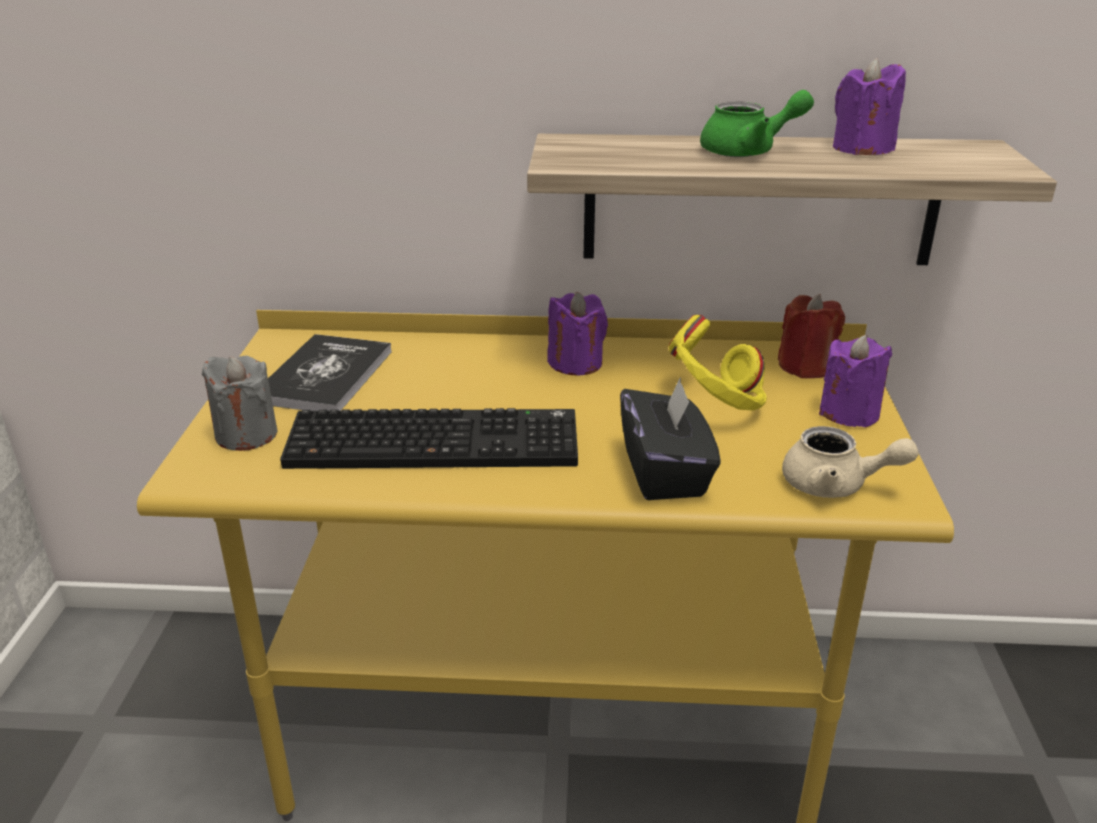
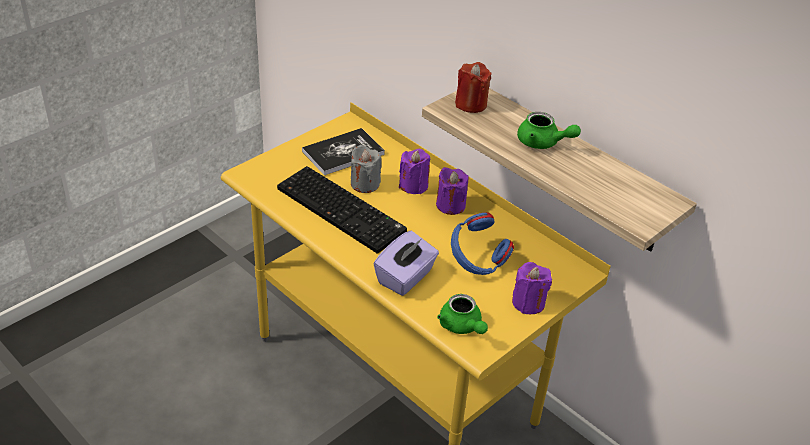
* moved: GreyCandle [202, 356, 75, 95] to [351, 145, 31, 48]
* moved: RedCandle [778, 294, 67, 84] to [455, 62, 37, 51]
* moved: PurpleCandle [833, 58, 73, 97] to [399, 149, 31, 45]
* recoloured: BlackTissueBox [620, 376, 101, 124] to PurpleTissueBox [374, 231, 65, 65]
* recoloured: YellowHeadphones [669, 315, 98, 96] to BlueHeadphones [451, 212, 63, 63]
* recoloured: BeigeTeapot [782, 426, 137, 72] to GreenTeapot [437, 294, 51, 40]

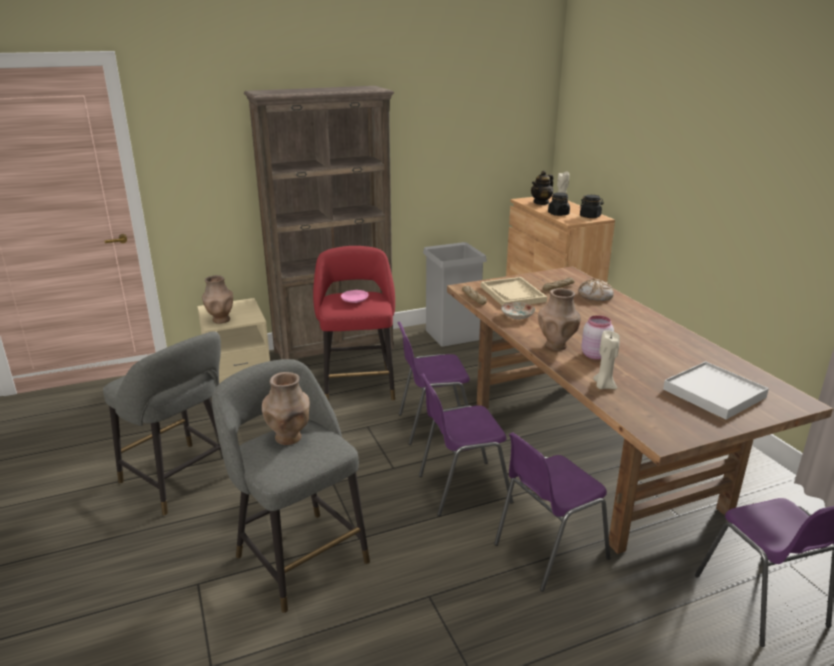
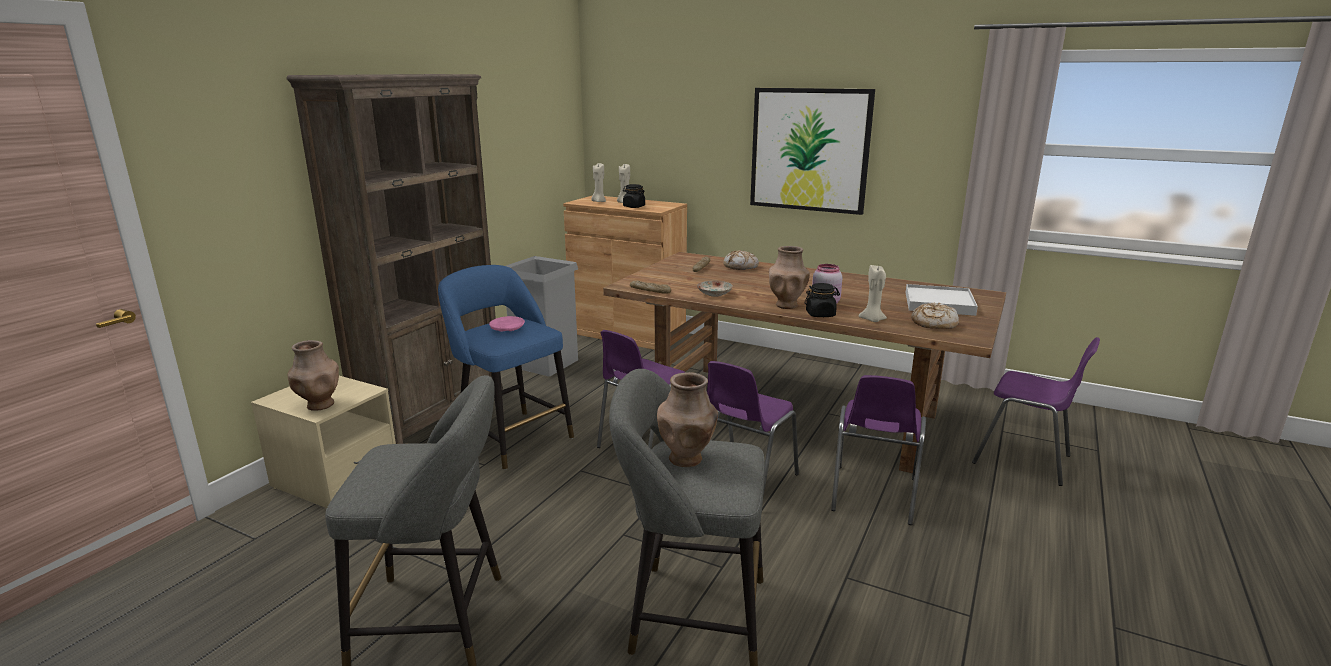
* removed: BeigeTray [481, 277, 66, 28]
* added: Picture [750, 88, 125, 127]
* added: Bread [911, 303, 48, 26]
* moved: BlackJar [580, 195, 24, 23] to [805, 283, 35, 34]
* replaced: Teapot [531, 171, 22, 34] to BeigeCandle [591, 163, 15, 39]
* recoloured: RedStool [313, 246, 82, 155] to BlueStool [438, 265, 136, 205]

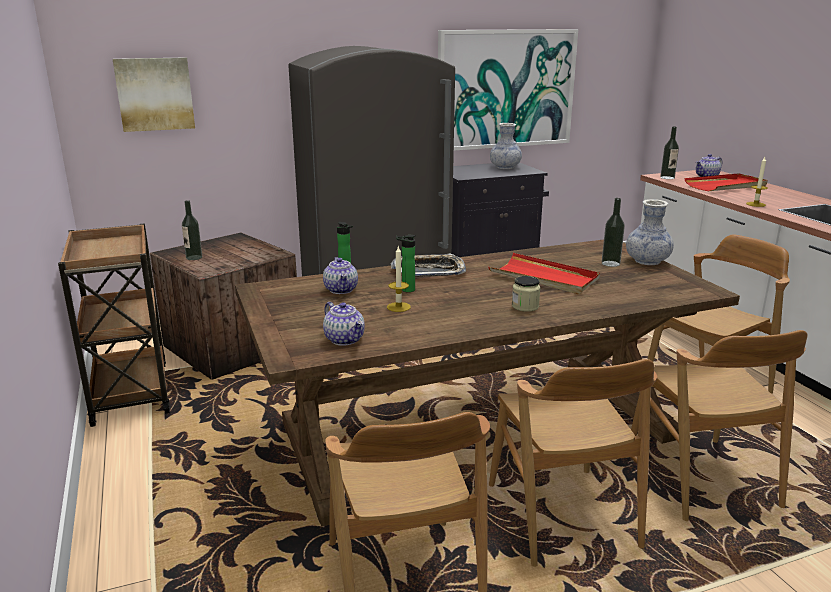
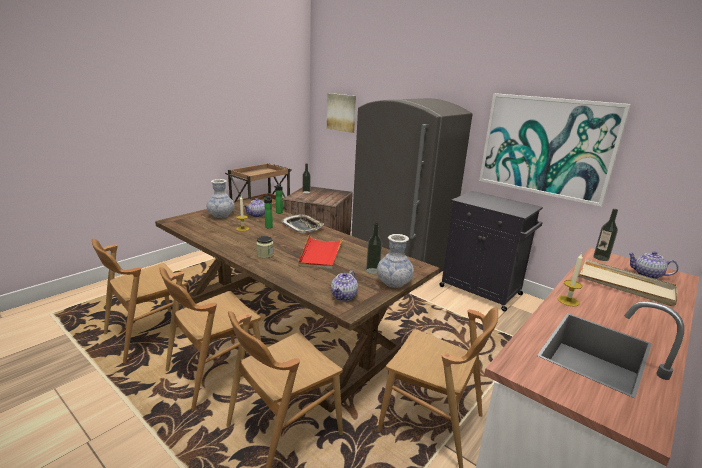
* moved: Teapot [323, 302, 42, 44] to [331, 270, 27, 31]
* moved: Vase [490, 123, 32, 46] to [207, 179, 27, 39]
* recoloured: RedTray [684, 173, 84, 18] to BeigeTray [578, 259, 99, 47]

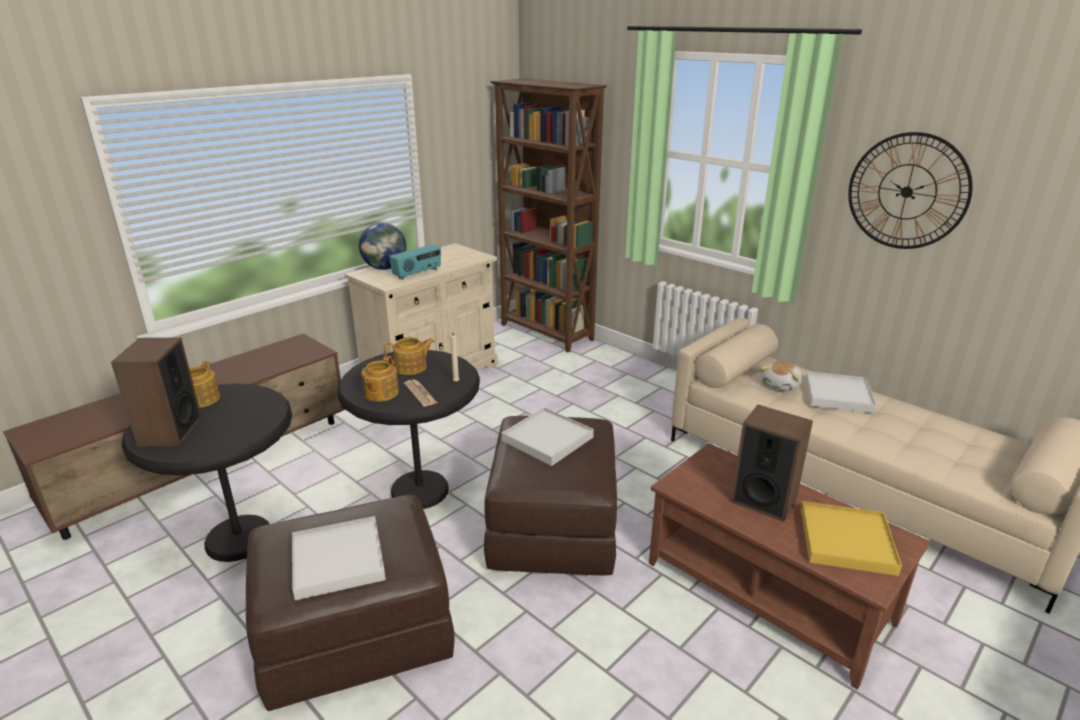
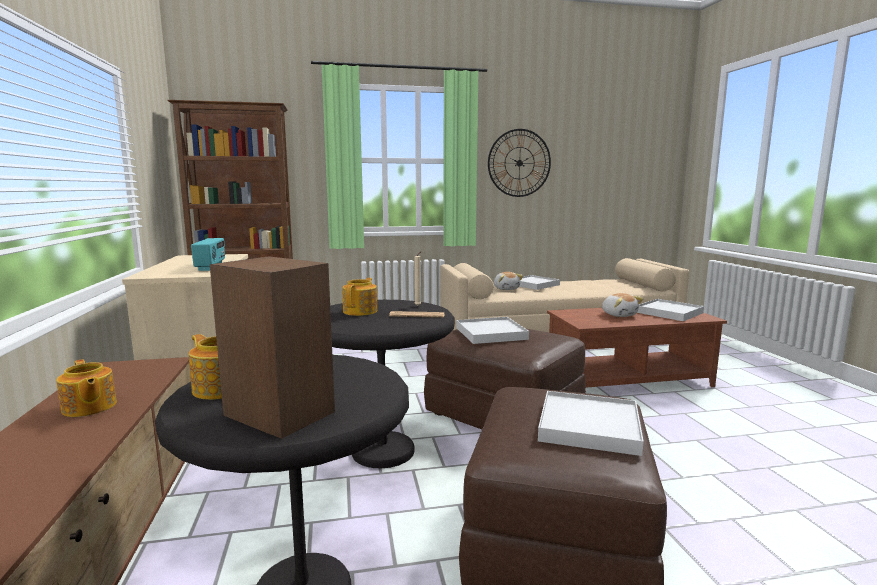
* removed: Globe [359, 223, 47, 47]
* moved: Teapot [361, 356, 38, 45] to [56, 359, 61, 58]
* replaced: Speaker [731, 405, 82, 117] to PlushToy [602, 293, 41, 24]
* recoloured: YellowTray [801, 501, 101, 75] to WhiteTray [637, 299, 67, 22]

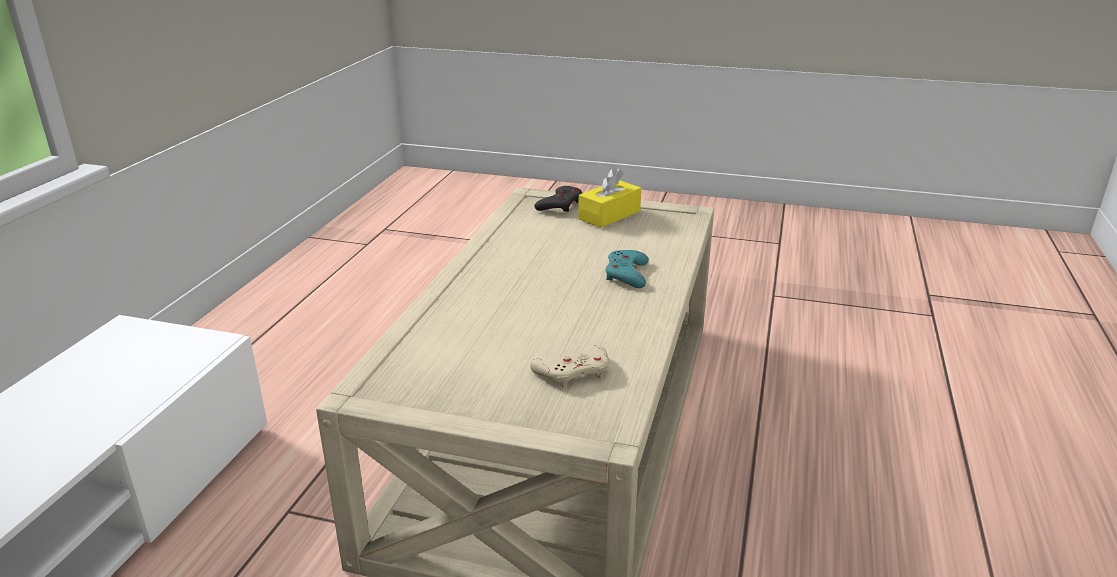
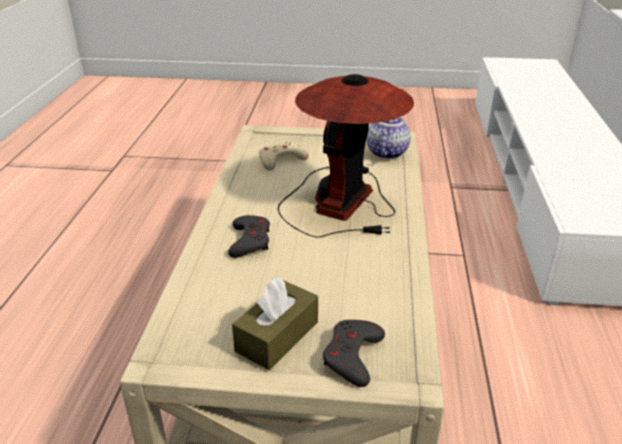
* added: TableLamp [278, 74, 136, 164]
* added: Teapot [366, 117, 45, 42]
* recoloured: YellowTissueBox [578, 167, 63, 61] to BrownTissueBox [232, 277, 86, 93]
* recoloured: TurquoiseGameController [606, 250, 43, 38] to GreyGameController [228, 215, 42, 43]

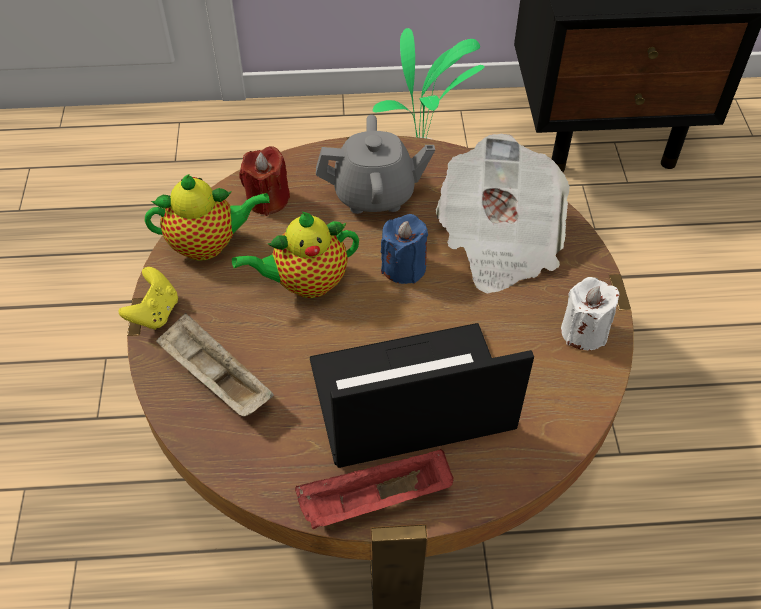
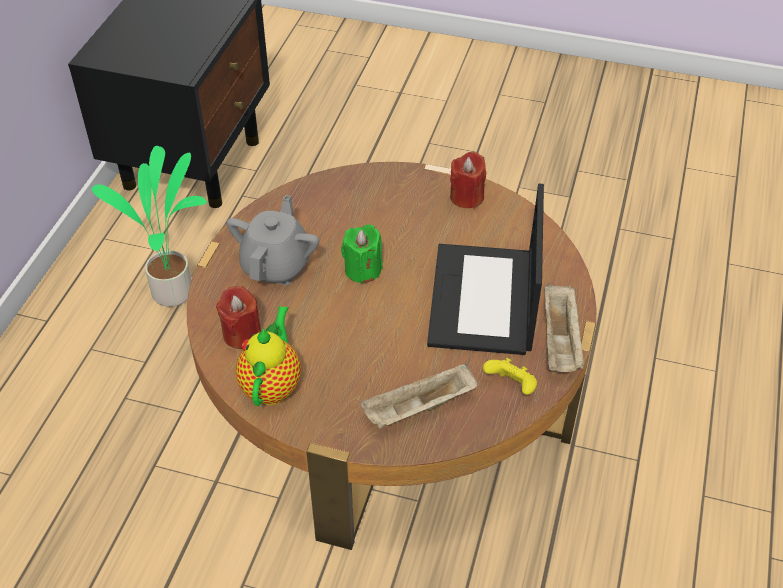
* removed: Teapot [232, 212, 127, 86]
* removed: Newspaper [435, 134, 135, 160]
* moved: YellowGameController [119, 267, 59, 63] to [483, 358, 54, 37]
* recoloured: RedTray [295, 449, 158, 80] to BeigeTray [545, 284, 40, 88]
* recoloured: BlueCandle [381, 214, 47, 70] to GreenCandle [341, 224, 42, 60]
* recoloured: WhiteCandle [561, 277, 58, 74] to RedCandle [450, 152, 36, 57]

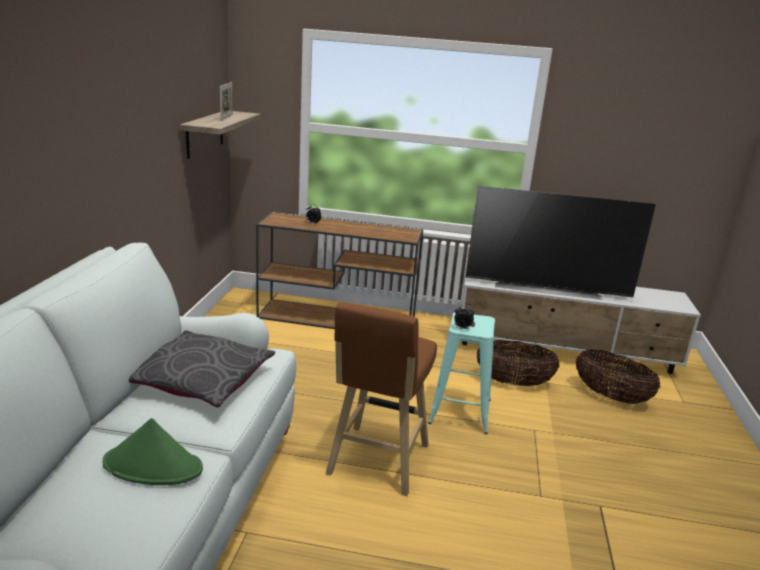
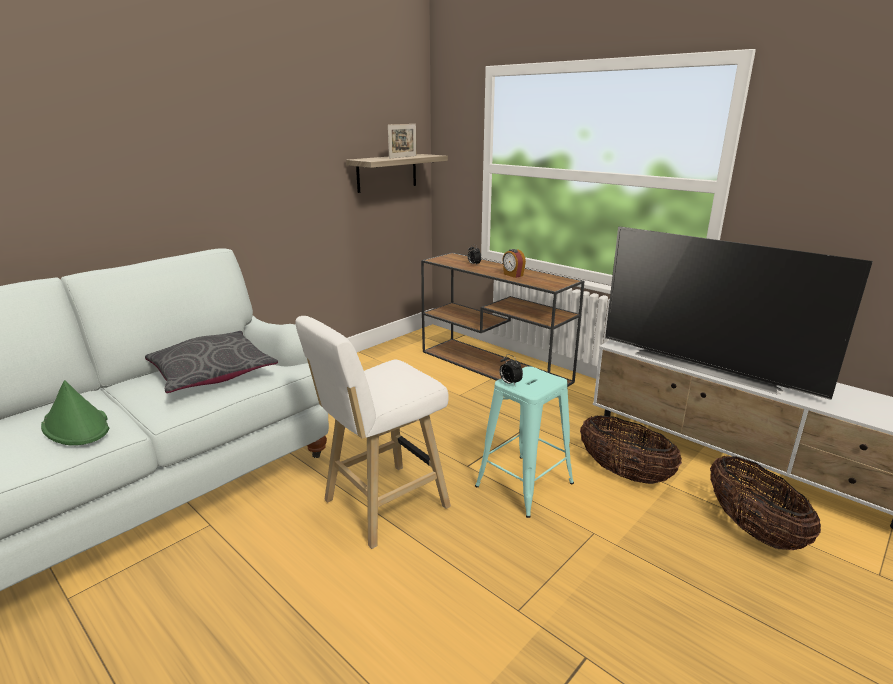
* added: AlarmClock [502, 249, 24, 29]
* recoloured: BrownStool [326, 302, 111, 194] to WhiteStool [295, 316, 156, 233]

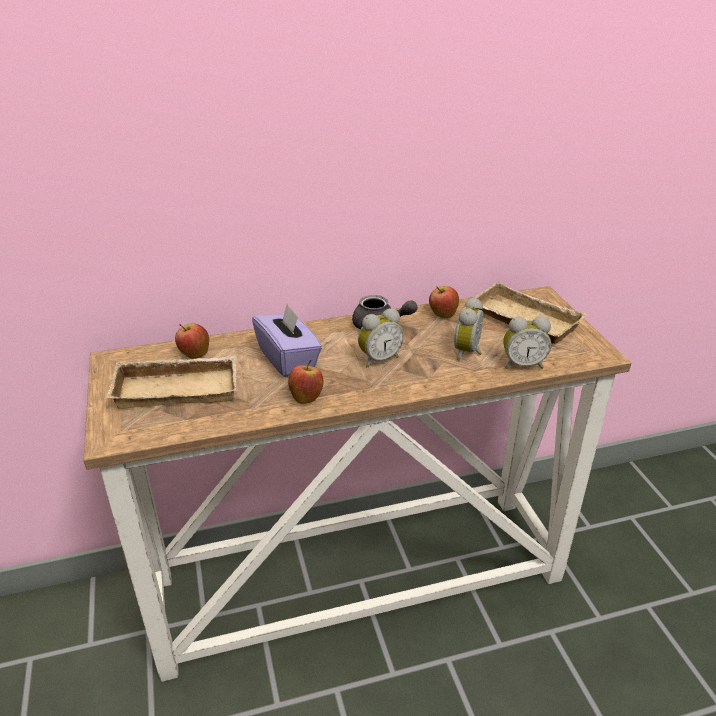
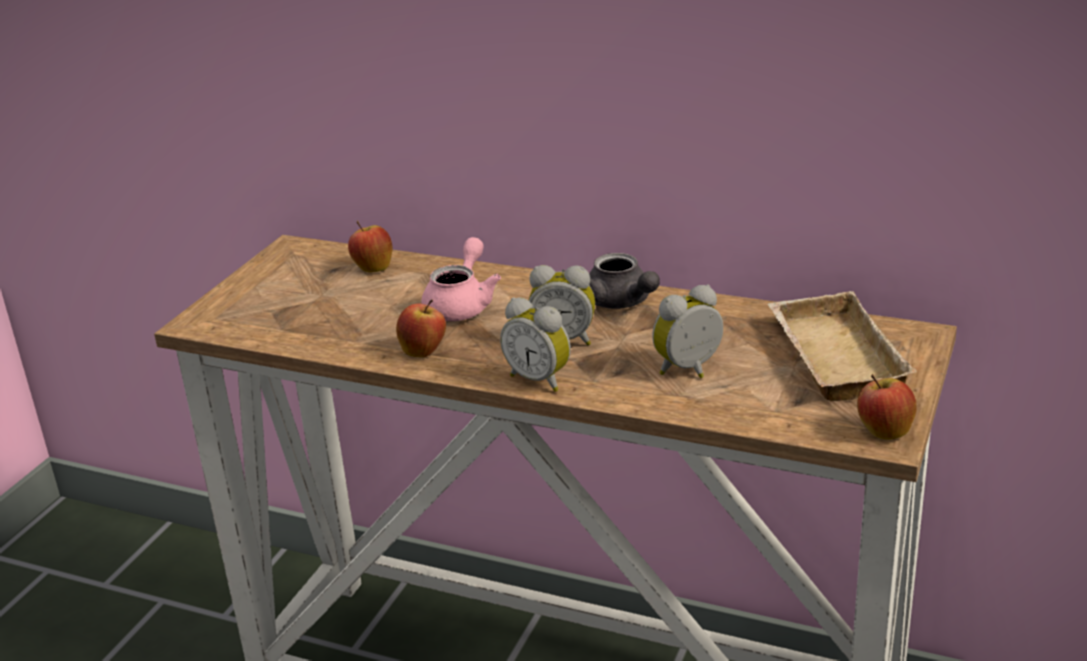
* removed: BeigeTray [106, 356, 131, 53]
* moved: Apple [429, 286, 30, 33] to [857, 374, 59, 66]
* moved: AlarmClock [503, 316, 48, 53] to [500, 298, 71, 94]
* replaced: PurpleTissueBox [252, 304, 70, 73] to PinkTeapot [421, 237, 80, 84]

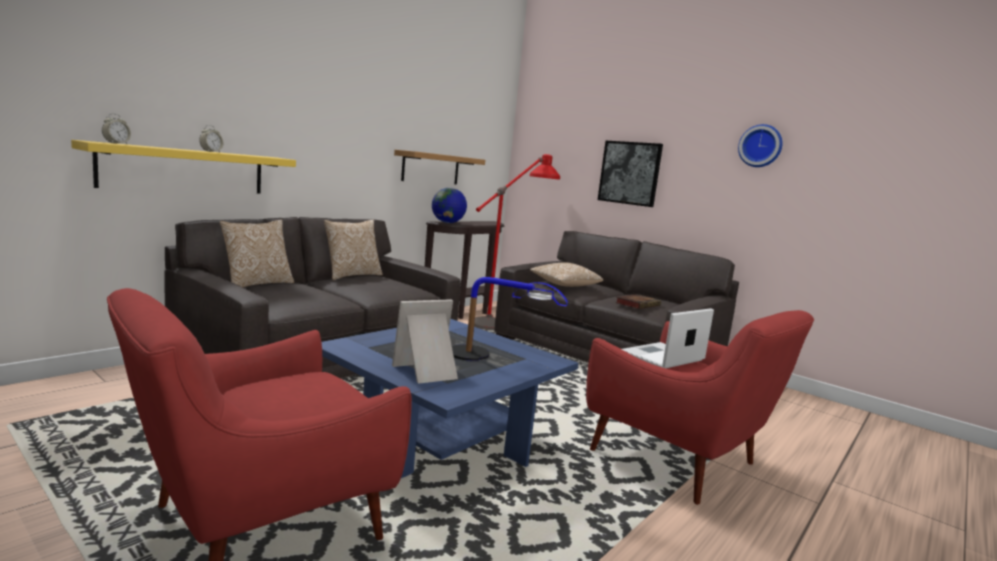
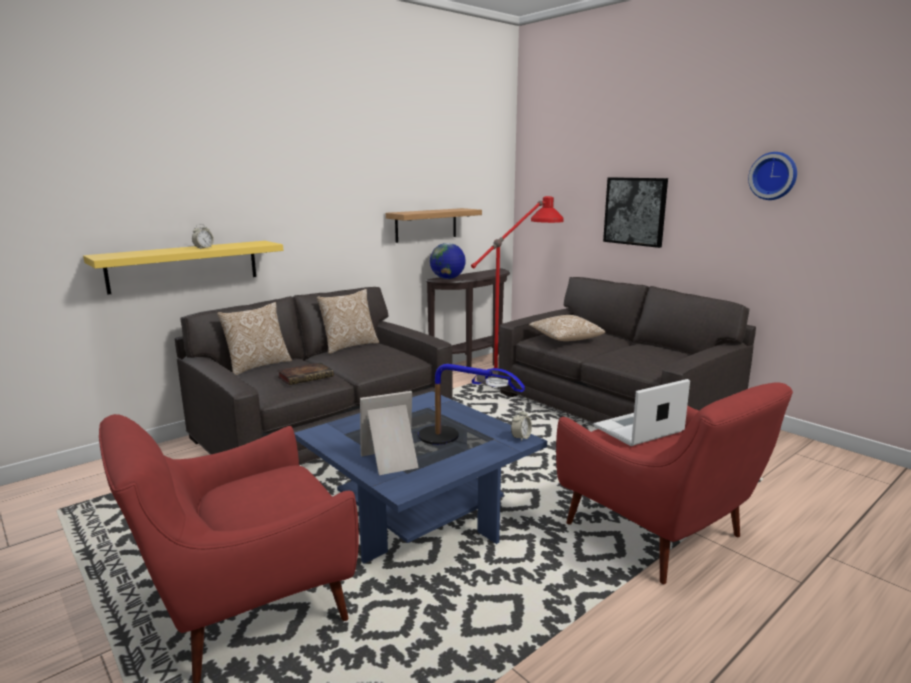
* moved: AlarmClock [102, 113, 29, 31] to [511, 408, 21, 34]
* moved: Book [615, 294, 46, 15] to [277, 363, 57, 22]

